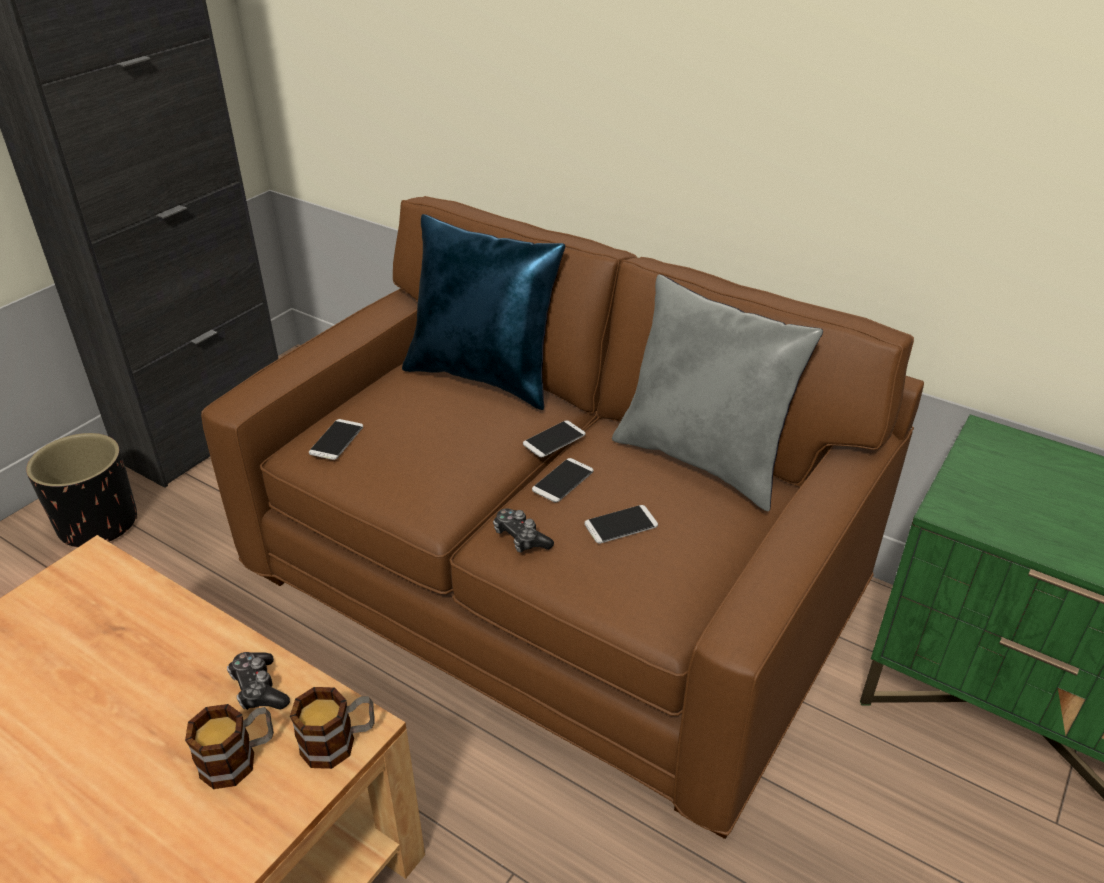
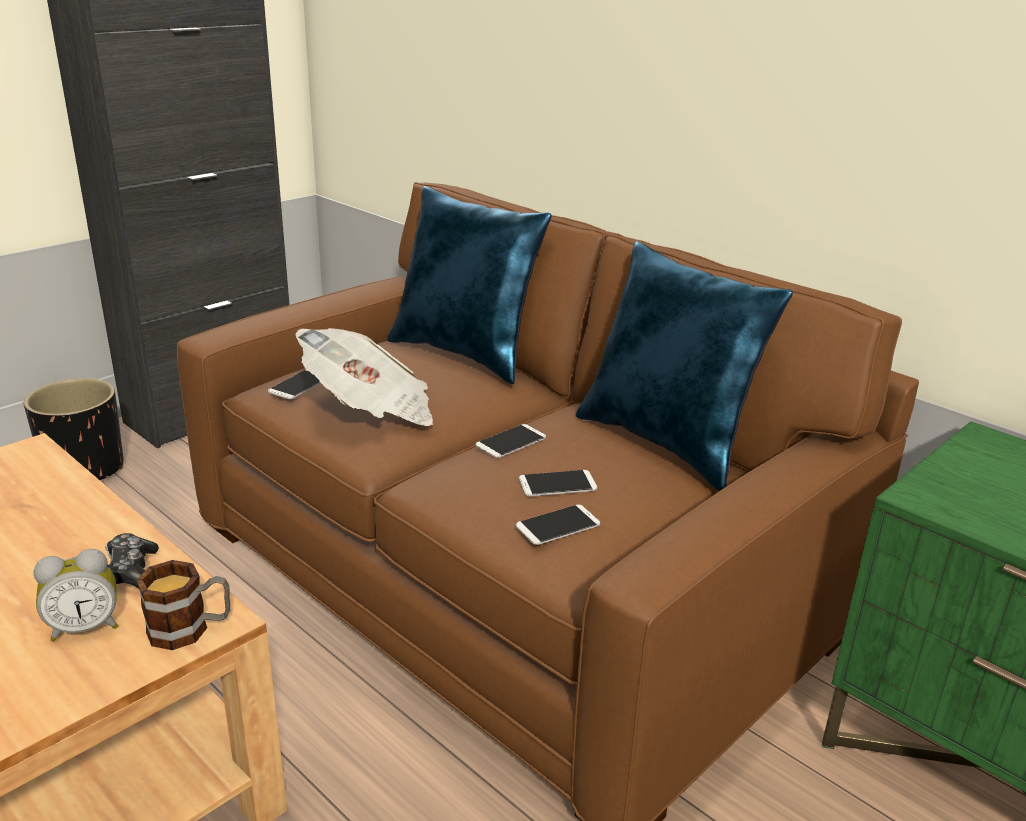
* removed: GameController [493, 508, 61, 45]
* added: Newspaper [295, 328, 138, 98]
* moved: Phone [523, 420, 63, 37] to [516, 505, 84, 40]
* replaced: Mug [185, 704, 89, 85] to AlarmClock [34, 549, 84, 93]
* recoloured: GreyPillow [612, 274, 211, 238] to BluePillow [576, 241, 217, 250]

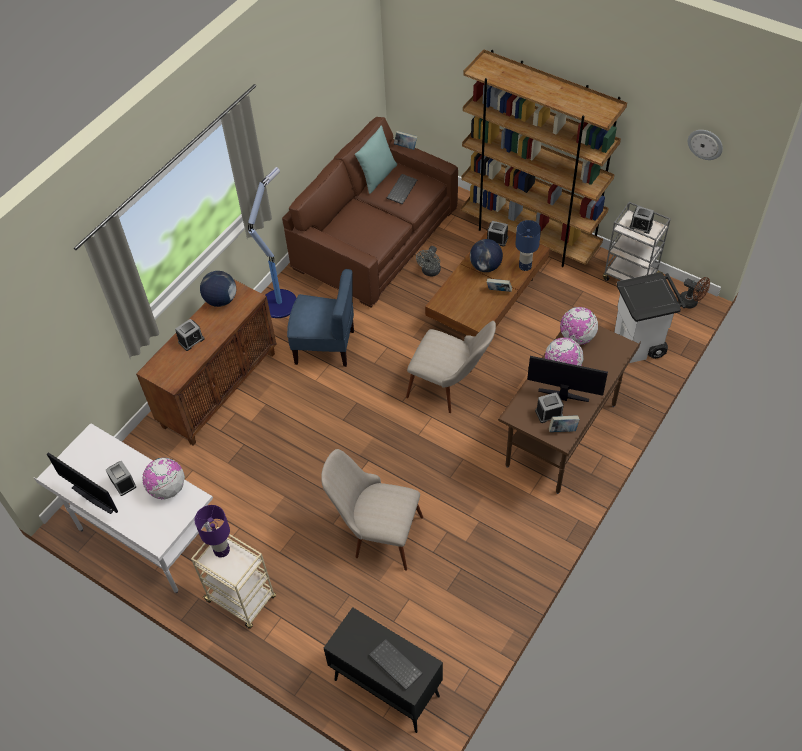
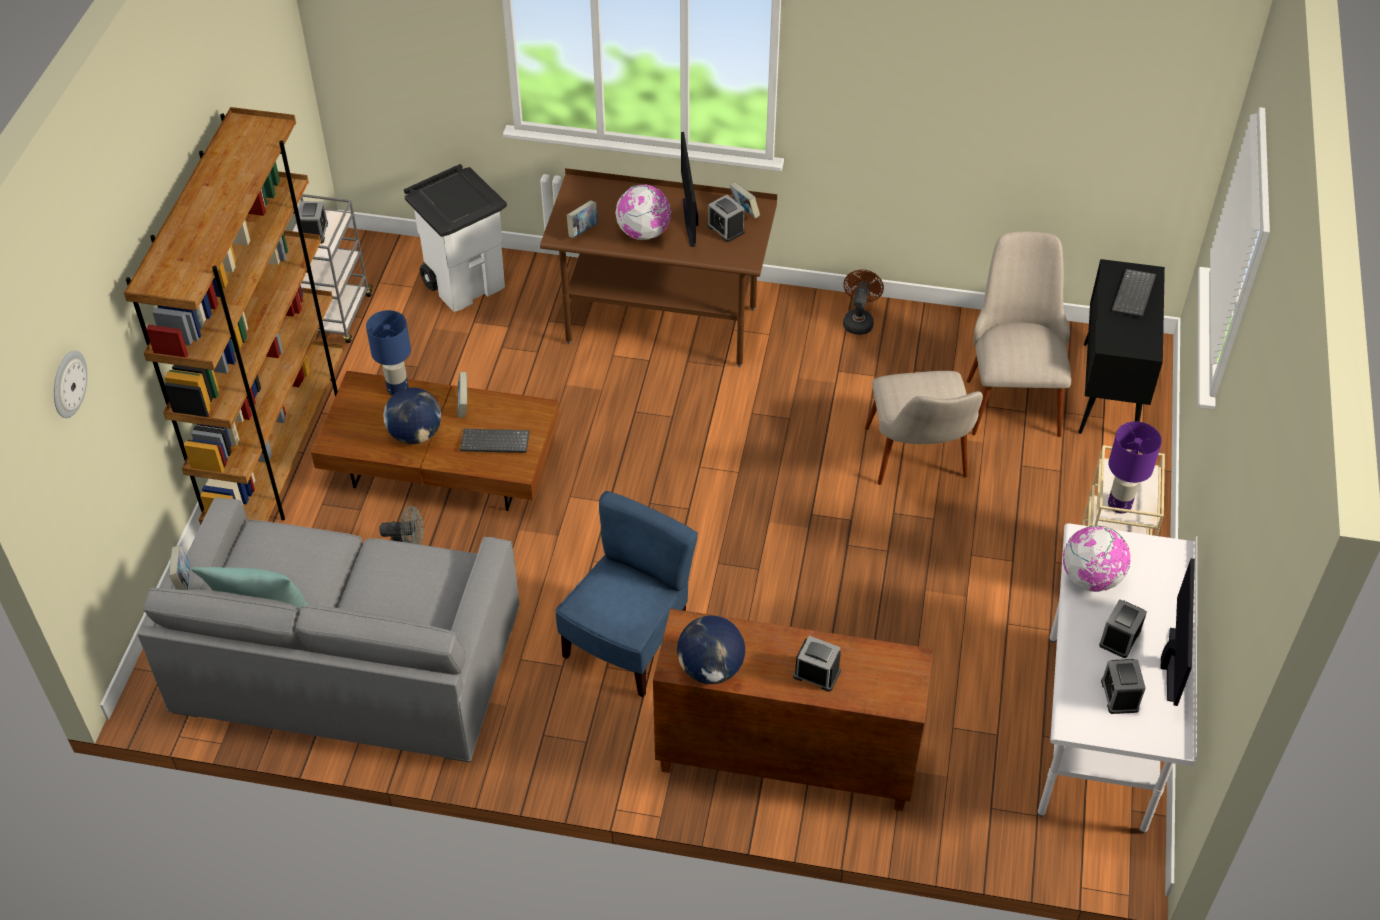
* removed: FloorLamp [248, 167, 48, 151]
* moved: Keyboard [387, 174, 30, 31] to [460, 429, 69, 24]
* moved: BeigeChair [406, 321, 90, 92] to [967, 231, 104, 206]
* moved: AlarmClock [487, 221, 21, 26] to [1101, 659, 45, 55]
* moved: BrownFan [678, 277, 32, 32] to [843, 270, 41, 65]
* moved: WallClock [688, 130, 35, 30] to [54, 350, 34, 68]
* replaced: Globe [560, 307, 38, 38] to Book [567, 201, 31, 37]
* recoloured: BrownSofa [282, 117, 176, 191] to GreySofa [138, 497, 382, 266]
* turned: BlueChair [287, 269, 67, 98] = [555, 491, 143, 206] 45 degrees clockwise

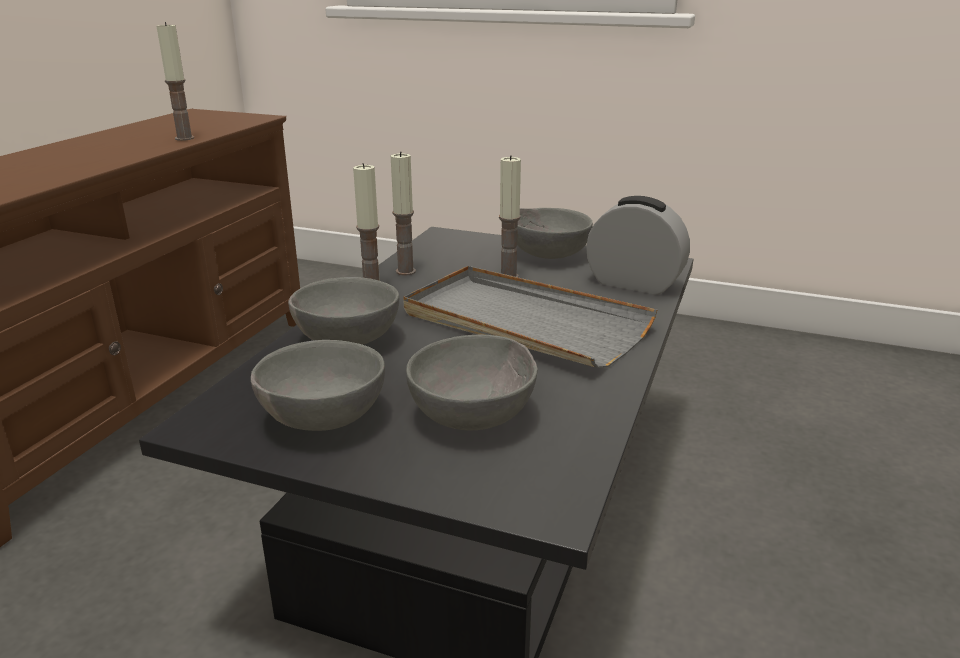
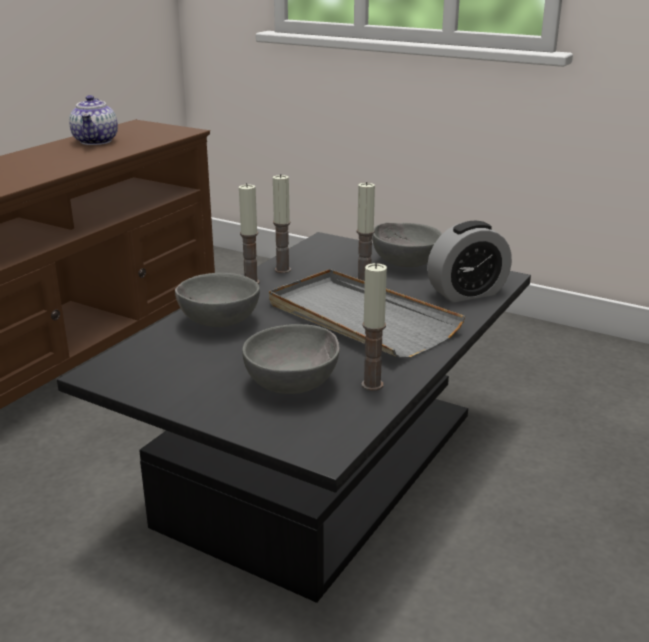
* removed: GreyBowl [251, 340, 134, 91]
* added: Teapot [69, 95, 49, 50]
* moved: Candle [157, 22, 37, 119] to [361, 263, 26, 128]
* turned: AlarmClock [586, 196, 104, 99] = [427, 221, 85, 81] 120 degrees clockwise

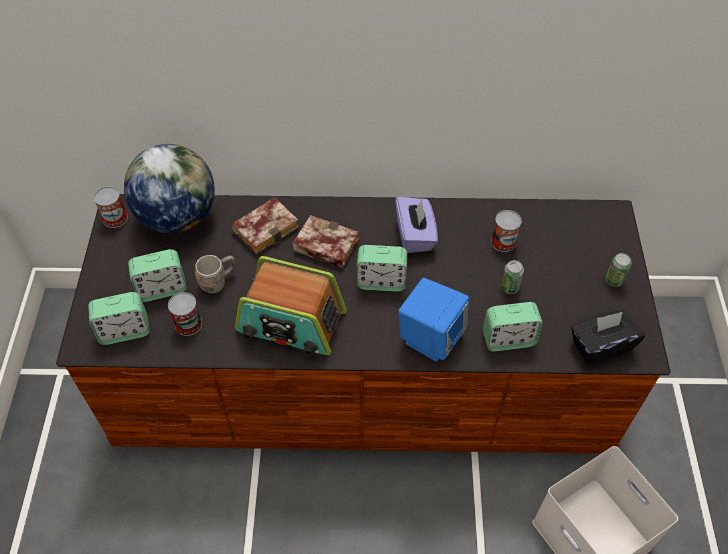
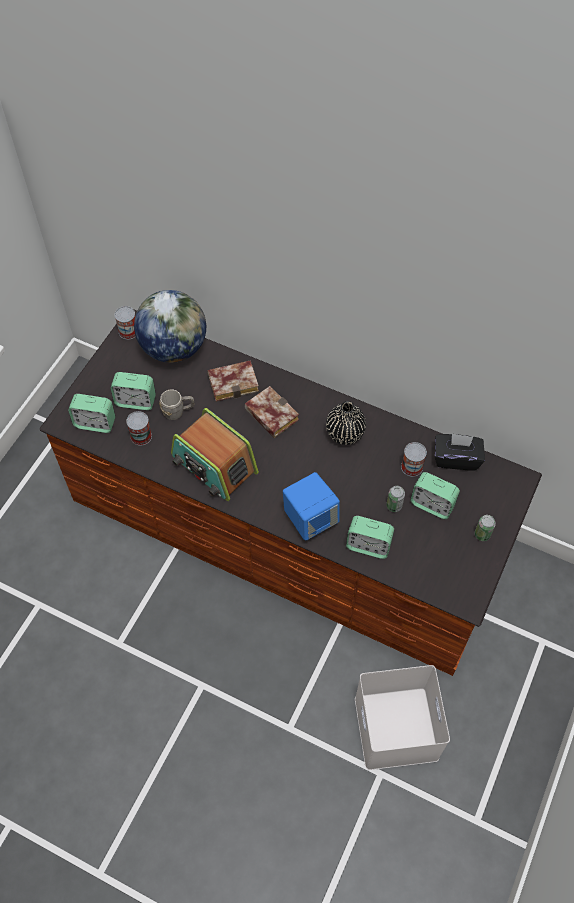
* moved: AlarmClock [357, 245, 50, 47] to [410, 472, 50, 47]
* moved: BlackTissueBox [571, 310, 74, 54] to [435, 433, 50, 38]
* replaced: PurpleTissueBox [395, 197, 43, 56] to BlackVase [326, 401, 40, 44]

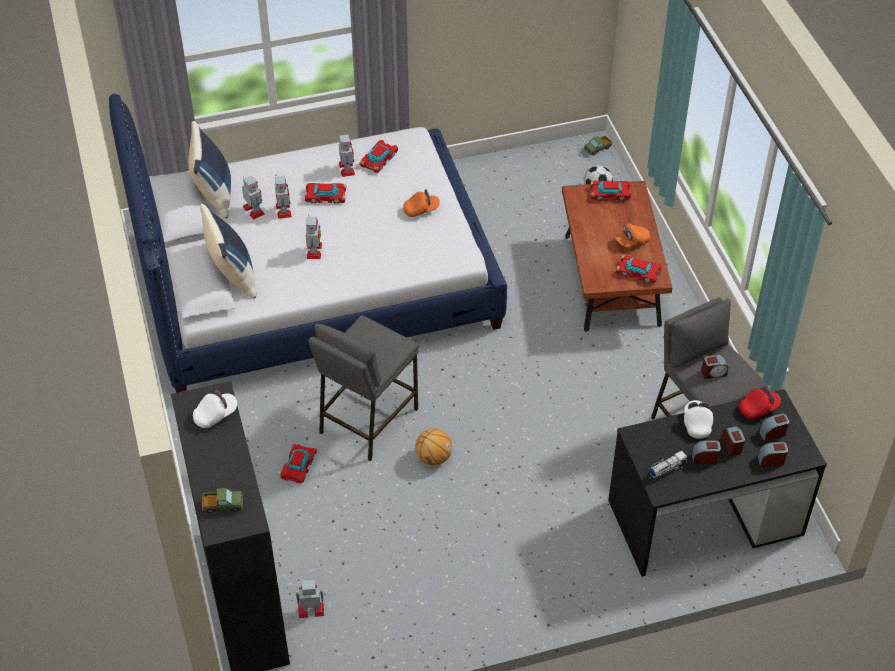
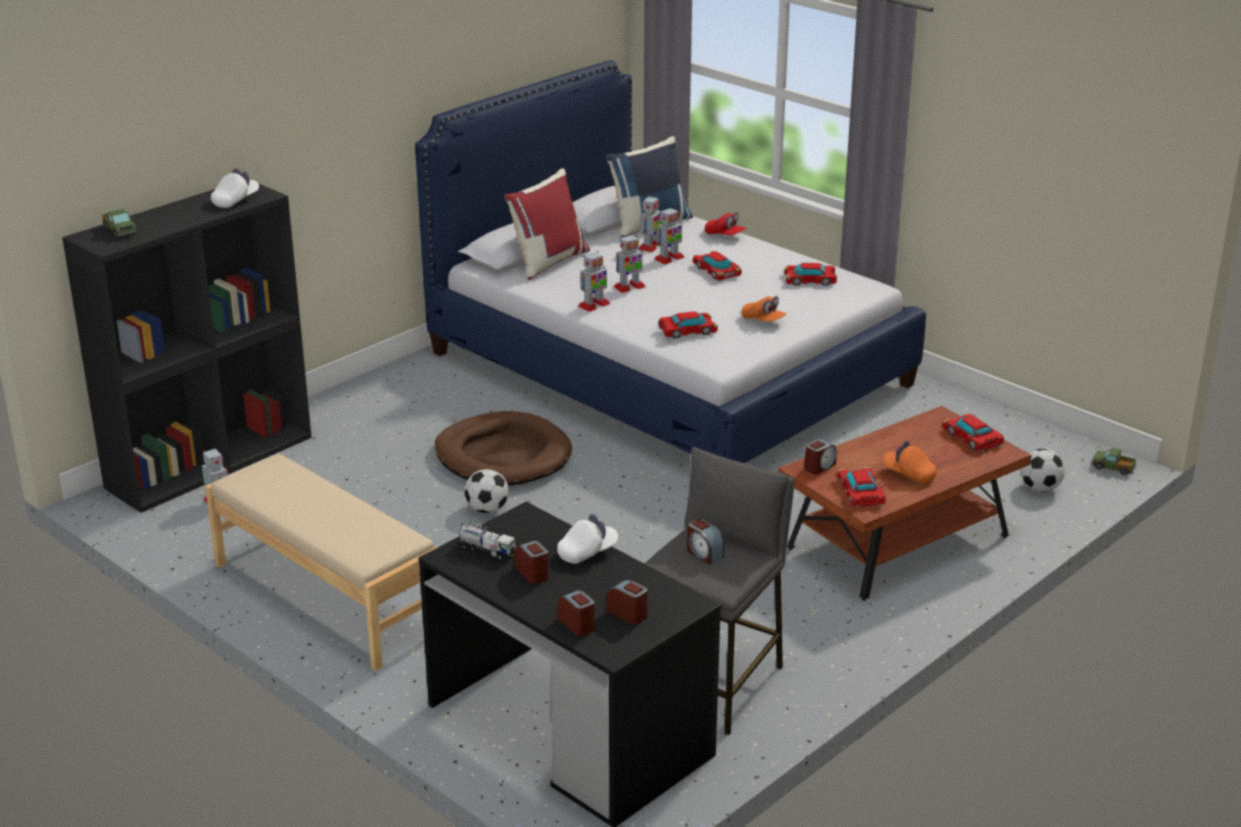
* added: BeigeBench [205, 454, 232, 217]
* moved: ToyCar [280, 443, 37, 41] to [659, 311, 59, 28]
* moved: ToyRobot [339, 133, 16, 44] to [578, 251, 32, 61]
* moved: AlarmClock [721, 426, 24, 30] to [804, 439, 33, 36]
* moved: RedCap [739, 386, 42, 33] to [705, 212, 41, 23]
* replaced: GreyStool [309, 316, 110, 145] to BrownDogBed [435, 411, 137, 75]
* replaced: Basketball [415, 429, 37, 36] to Football [465, 469, 44, 44]
* recoloured: BluePillow [200, 204, 56, 95] to RedPillow [504, 168, 86, 112]
* turned: WhiteCap [193, 390, 44, 38] = [211, 168, 48, 40] 75 degrees counterclockwise

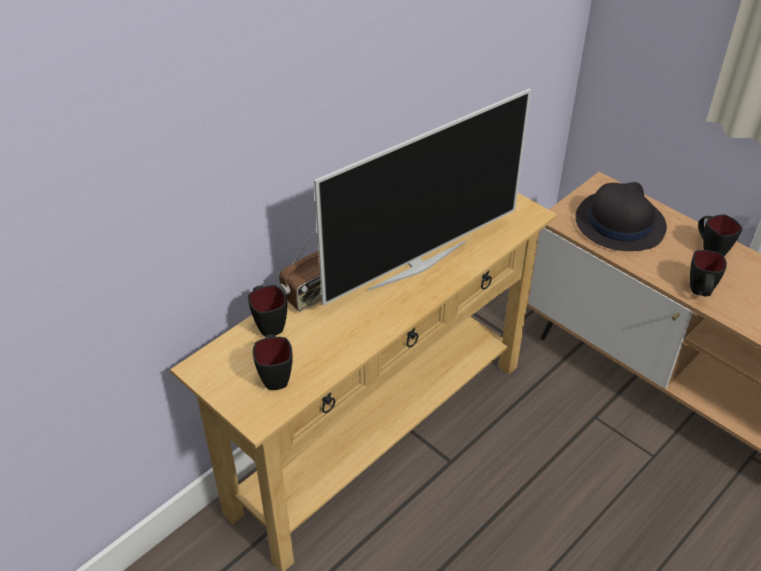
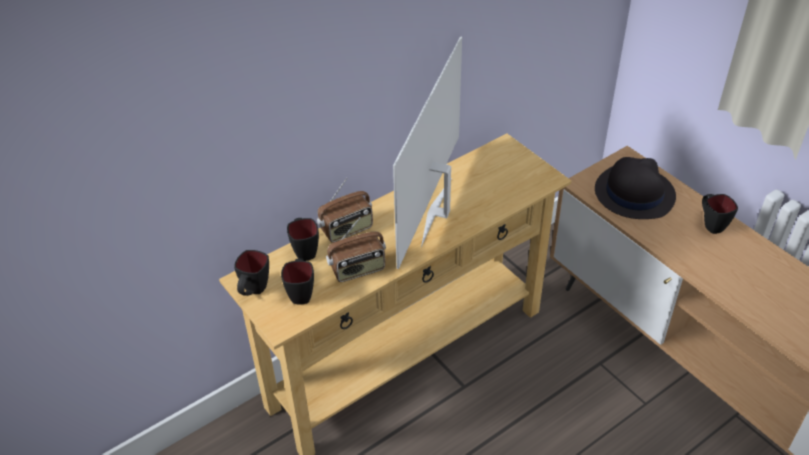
* added: Radio [326, 217, 60, 65]
* moved: BlackMug [690, 250, 37, 46] to [234, 250, 35, 46]
* turned: Television [314, 88, 217, 218] = [393, 36, 69, 233] 135 degrees clockwise

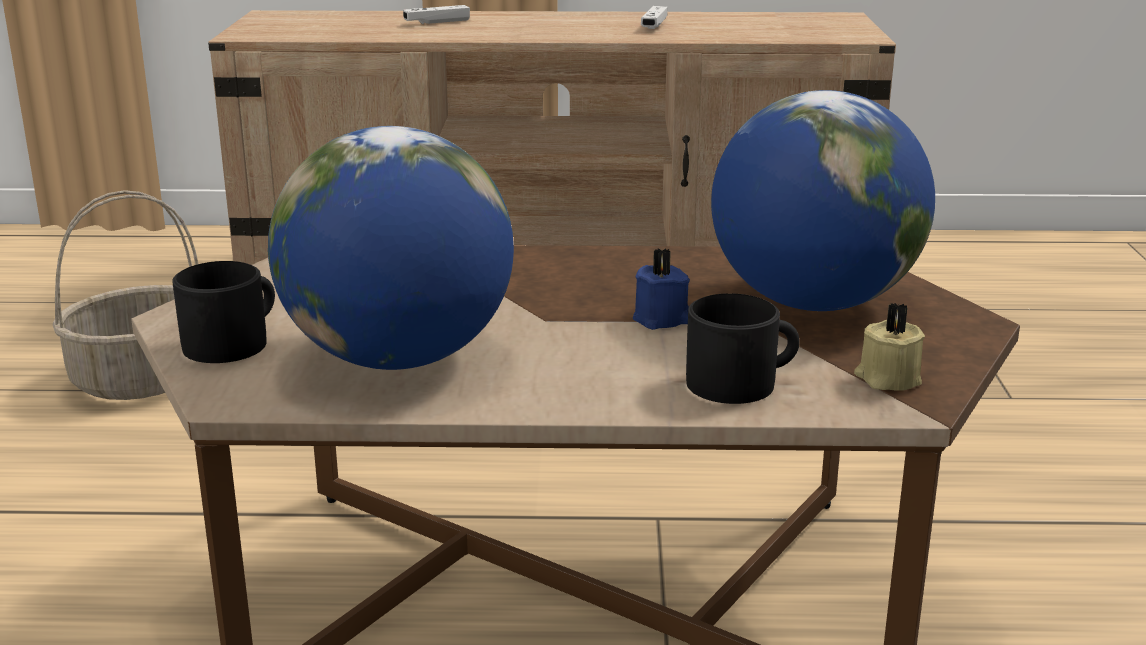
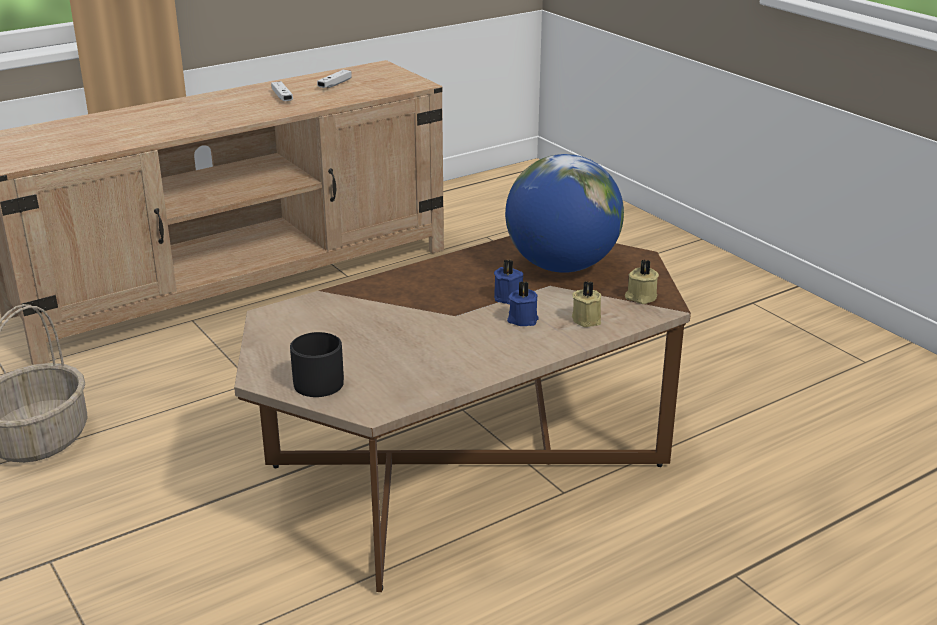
* removed: Globe [268, 126, 246, 244]
* added: BlueCandle [507, 282, 32, 44]
* moved: WhiteGameController [403, 5, 67, 19] to [317, 70, 35, 18]
* replaced: BlackMug [686, 293, 114, 111] to BeigeCandle [572, 281, 29, 46]

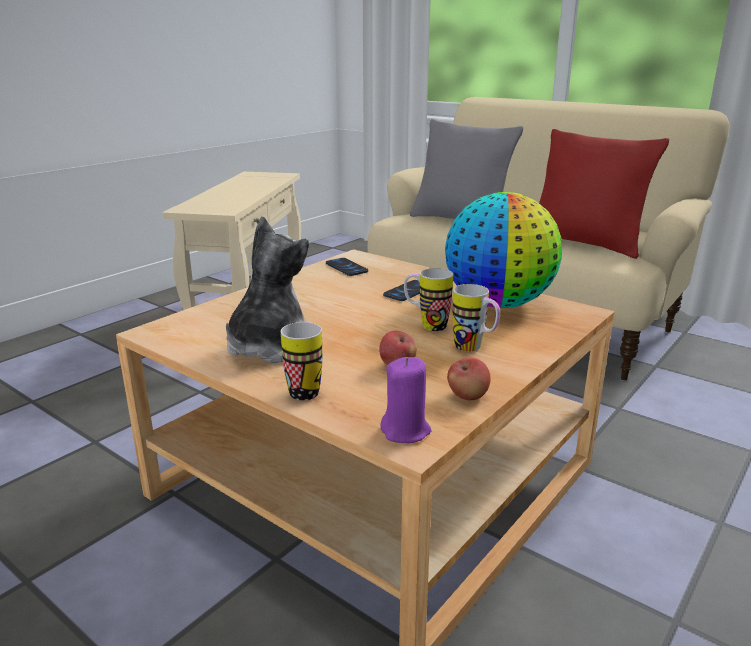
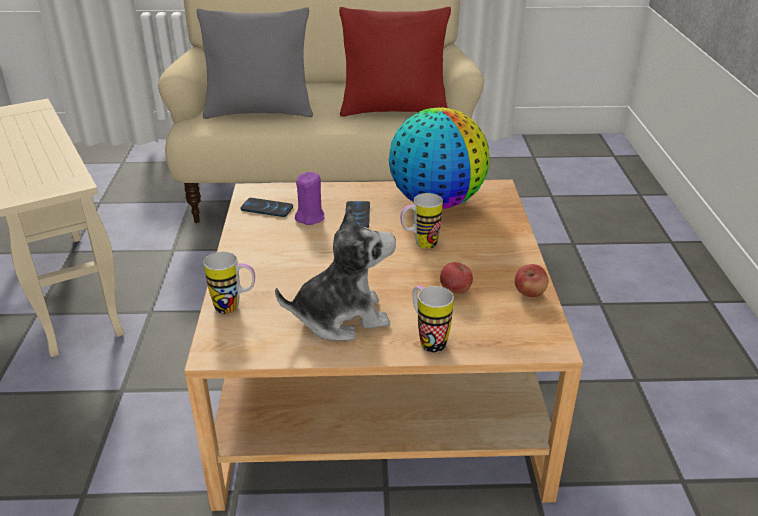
* moved: PurpleCandle [380, 357, 51, 86] to [295, 172, 30, 53]
* moved: Mug [452, 284, 48, 68] to [204, 252, 51, 62]
* turned: PlushToy [226, 216, 83, 147] = [275, 206, 121, 135] 90 degrees clockwise

